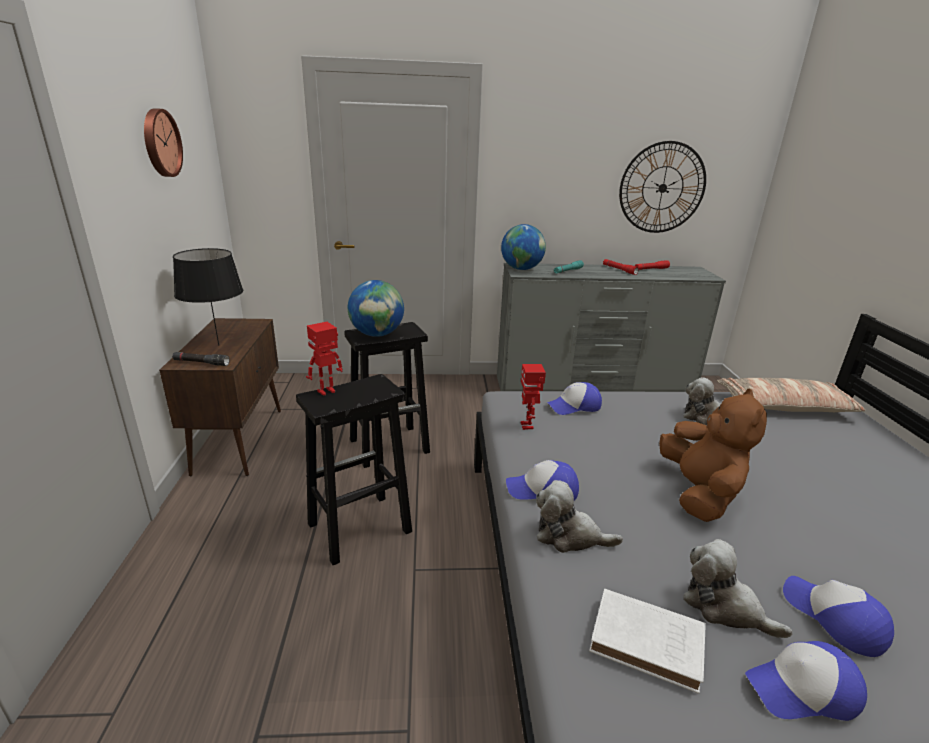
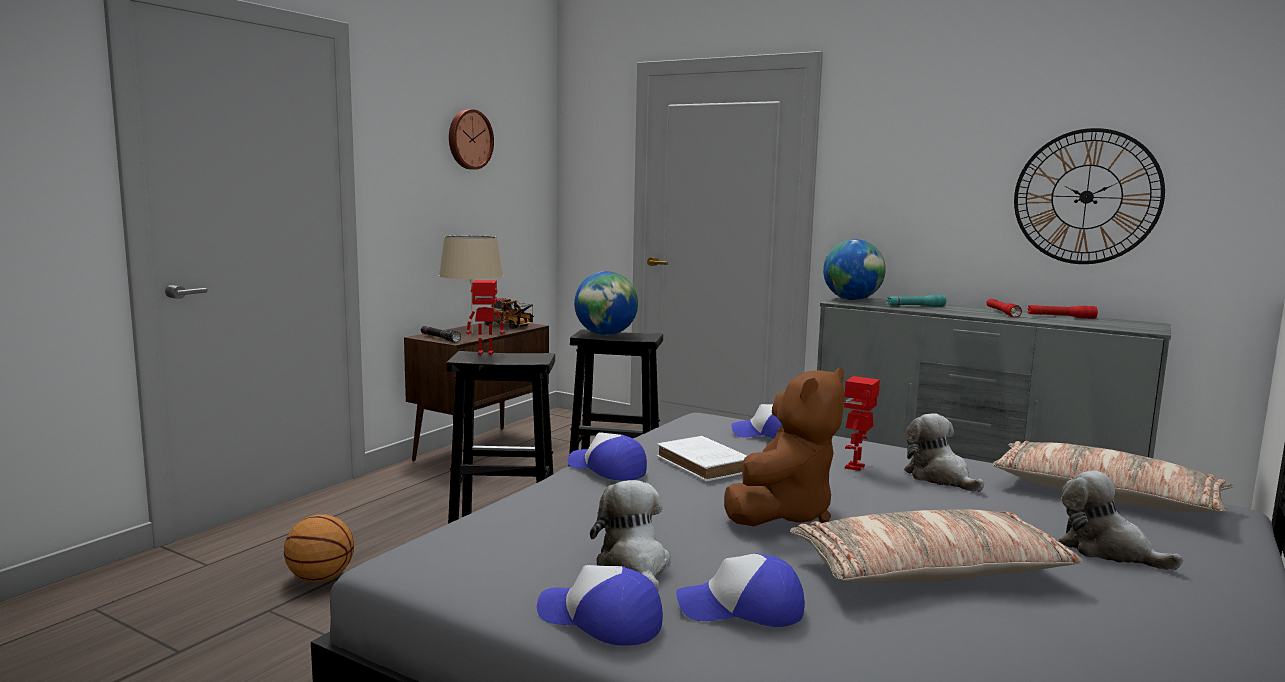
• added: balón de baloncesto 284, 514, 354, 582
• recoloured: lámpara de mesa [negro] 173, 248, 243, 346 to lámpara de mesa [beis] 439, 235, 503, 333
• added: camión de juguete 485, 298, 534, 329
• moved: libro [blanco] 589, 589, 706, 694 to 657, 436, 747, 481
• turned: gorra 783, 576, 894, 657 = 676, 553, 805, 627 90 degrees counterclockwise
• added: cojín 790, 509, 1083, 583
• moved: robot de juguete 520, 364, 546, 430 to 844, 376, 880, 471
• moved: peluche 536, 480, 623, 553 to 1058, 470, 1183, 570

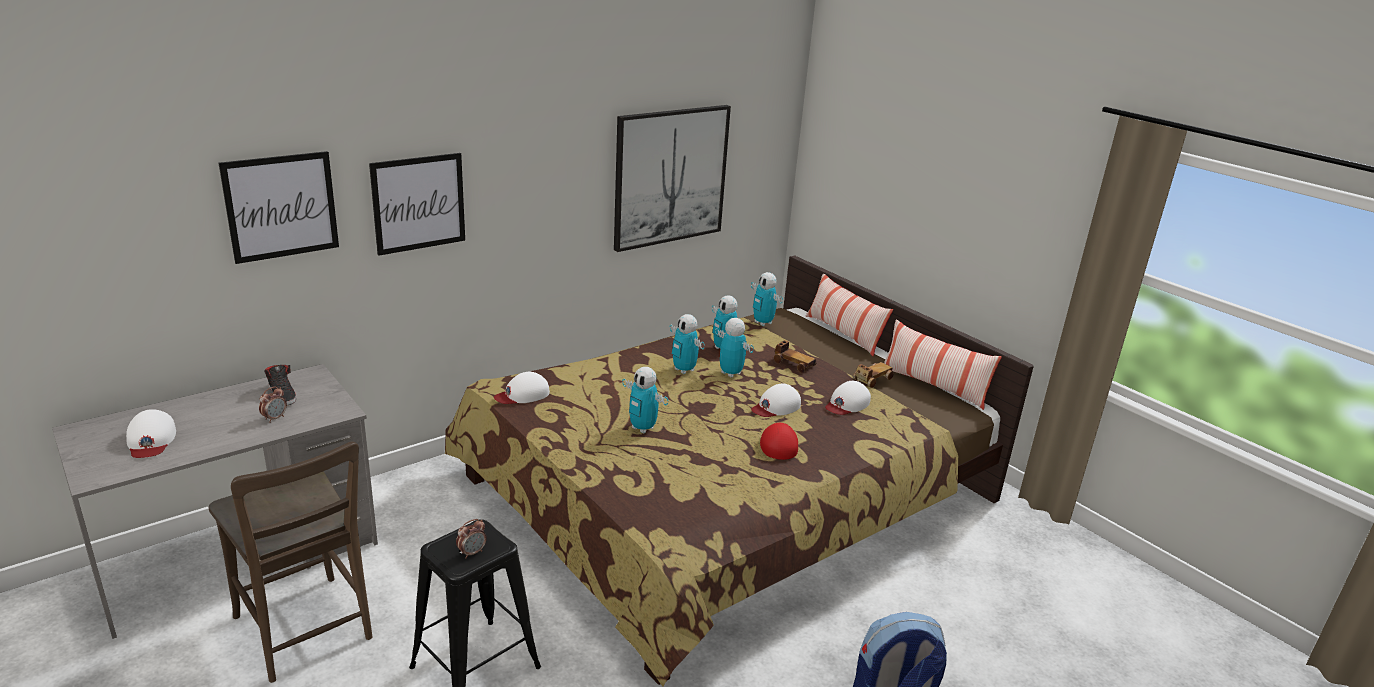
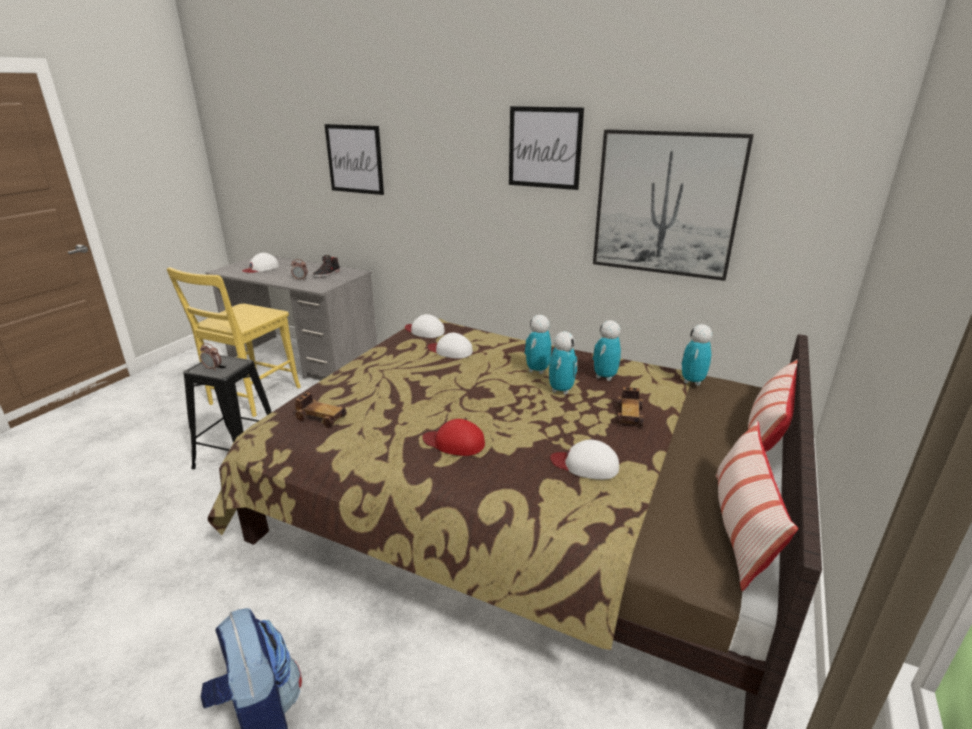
• recoloured: silla [marrón] 208, 442, 372, 683 to silla [amarillo] 167, 267, 301, 417
• moved: coche de juguete 853, 362, 894, 388 to 295, 392, 347, 428
• turned: gorra [rojo] 760, 423, 798, 460 = 423, 419, 485, 456 135 degrees counterclockwise
• moved: gorra [blanco] 751, 383, 801, 417 to 428, 333, 473, 359
• moved: cuadro 369, 153, 465, 256 to 509, 106, 584, 190
• removed: robot de juguete 622, 367, 668, 434

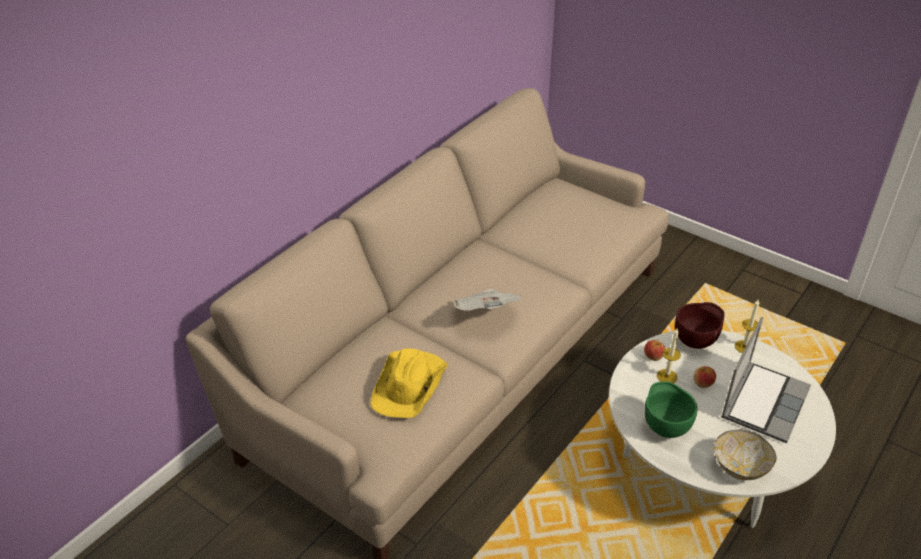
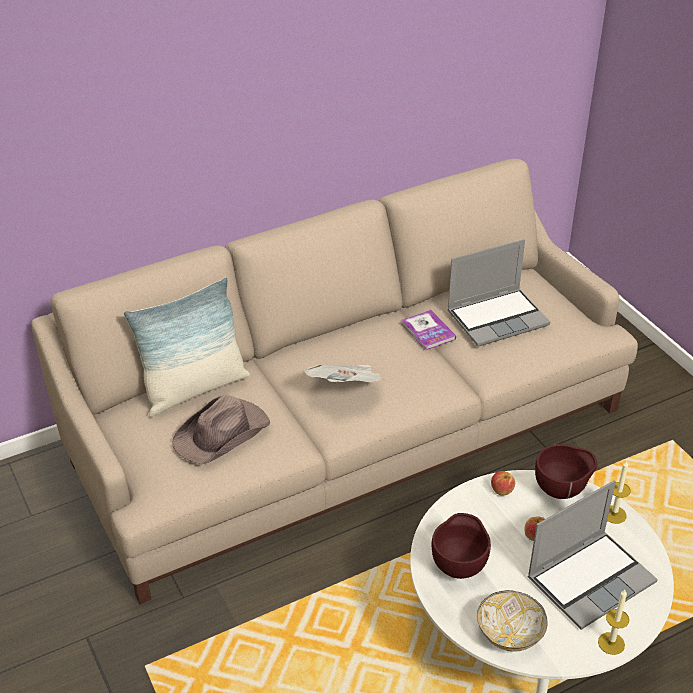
• added: cojín 124, 277, 250, 417
• recoloured: sombrero [amarillo] 370, 348, 448, 418 to sombrero [marrón] 173, 395, 270, 465
• added: libro 402, 310, 456, 350
• recoloured: cuenco [verde] 645, 381, 697, 438 to cuenco [marrón] 432, 513, 491, 579
• added: portátil 447, 239, 550, 346
• moved: vela 657, 329, 681, 383 to 598, 590, 629, 655

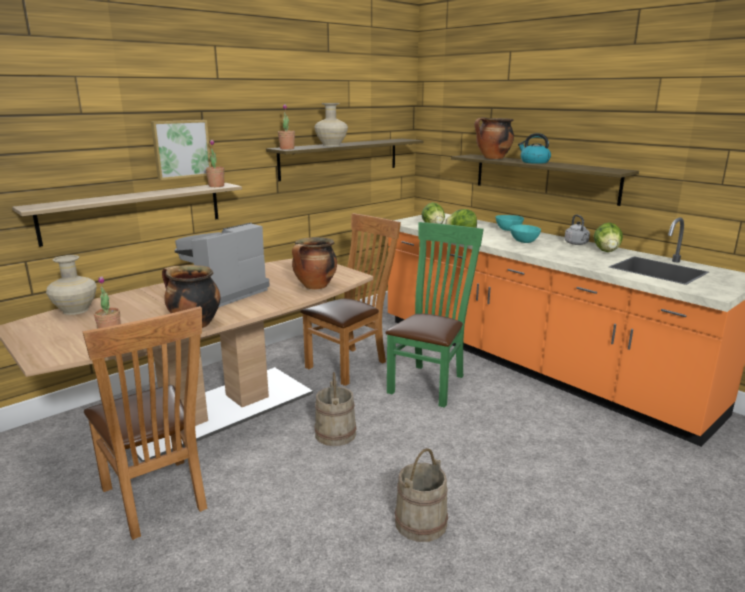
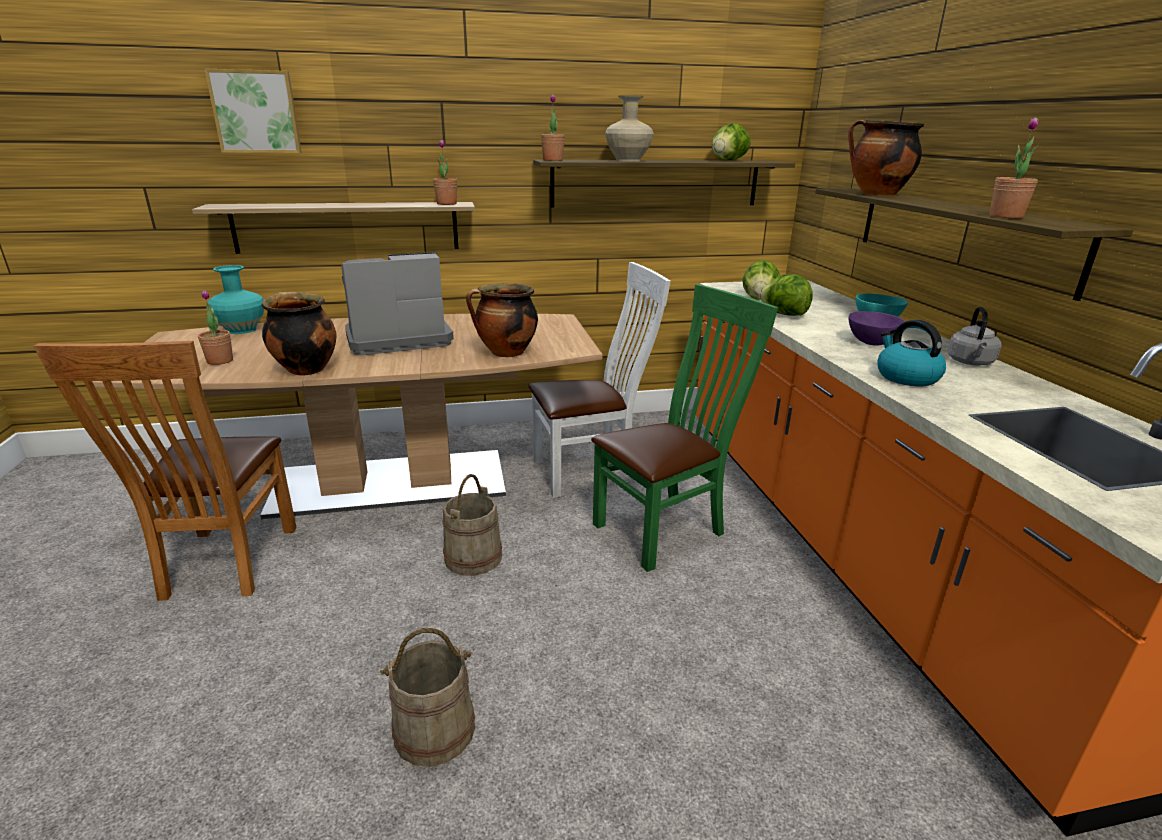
• moved: cuadro 151, 120, 211, 180 to 204, 69, 302, 153
• recoloured: florero [beis] 46, 255, 97, 315 to florero [turquesa] 207, 265, 264, 334
• recoloured: silla [marrón] 300, 213, 401, 386 to silla [blanco] 528, 262, 671, 498
• moved: lechuga 593, 222, 623, 252 to 712, 123, 751, 161
• recoloured: cuenco [turquesa] 510, 225, 541, 243 to cuenco [morado] 849, 311, 906, 346
• moved: hervidor 518, 133, 551, 164 to 877, 320, 946, 386
• added: planta en maceta 990, 118, 1038, 218

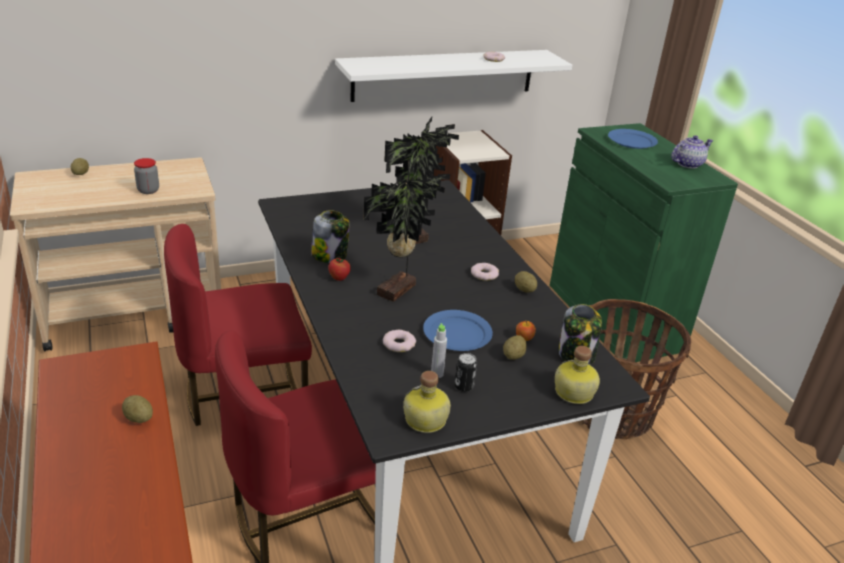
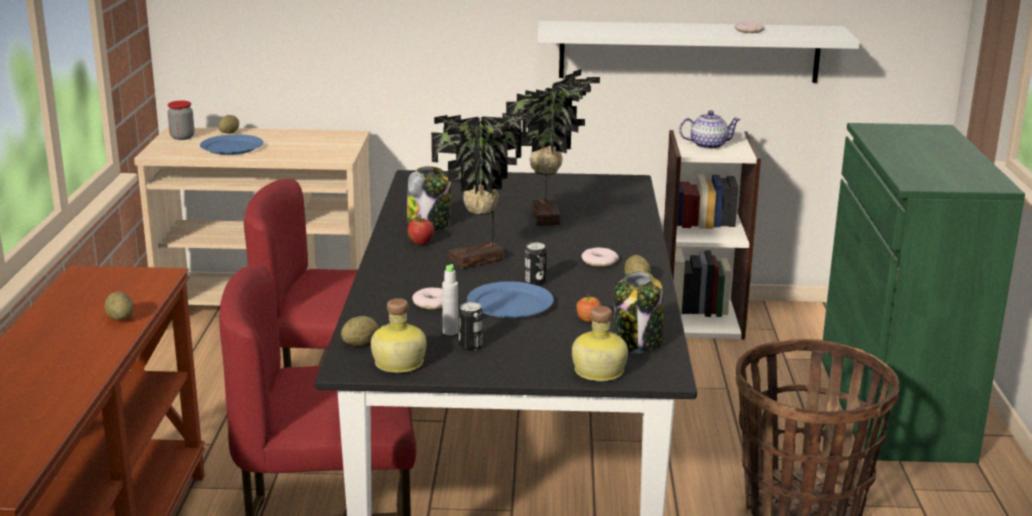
• moved: tarro 134, 158, 159, 194 to 167, 101, 194, 140
• moved: plato [azul] 608, 129, 658, 149 to 200, 134, 263, 155
• moved: patata 503, 335, 527, 360 to 341, 316, 379, 346
• added: lata 525, 242, 547, 285
• moved: tetera 671, 135, 713, 169 to 679, 110, 741, 149

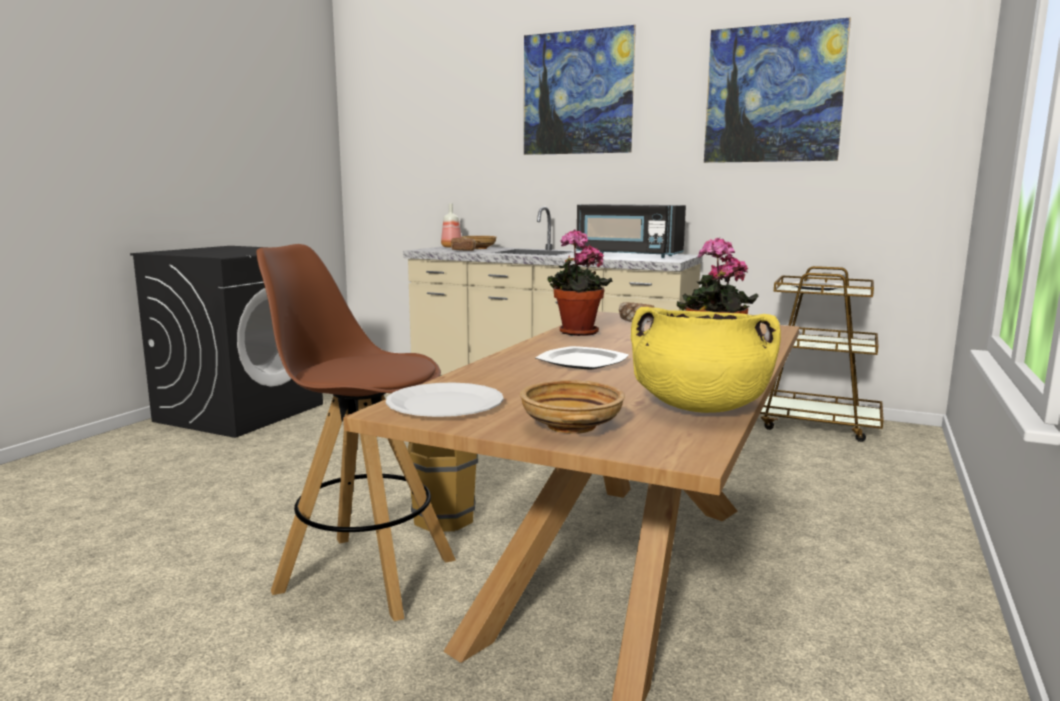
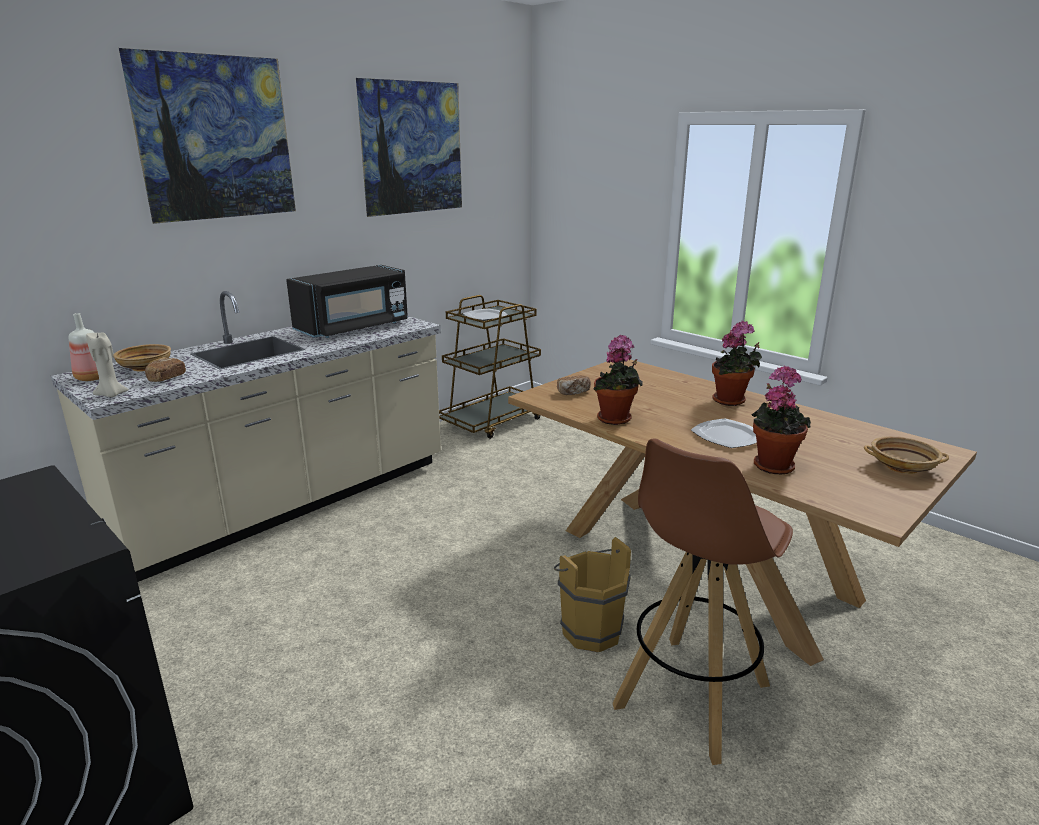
• added: vela [beis] 86, 333, 129, 397
• added: planta en maceta 751, 366, 811, 474
• removed: plato [blanco] 386, 382, 504, 417
• removed: olla [amarillo] 631, 307, 781, 413

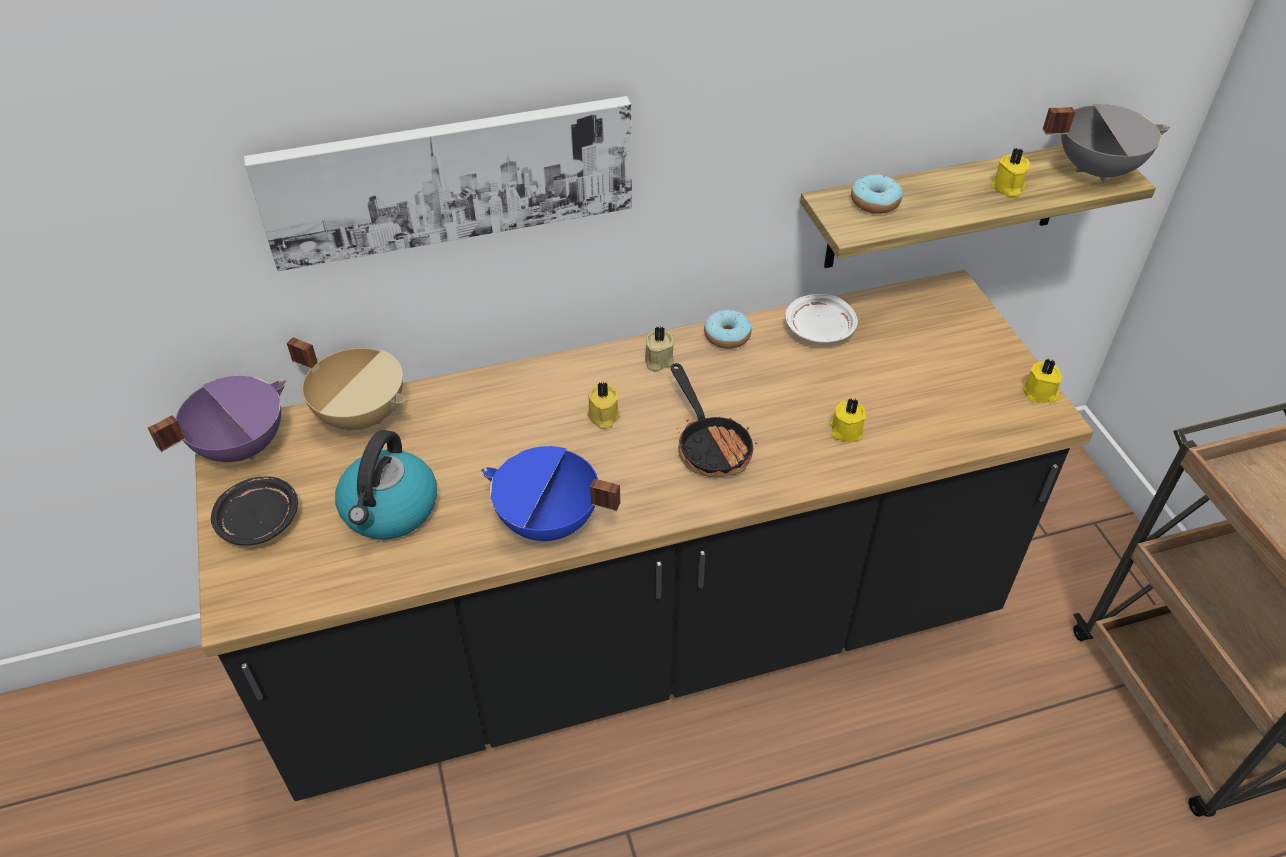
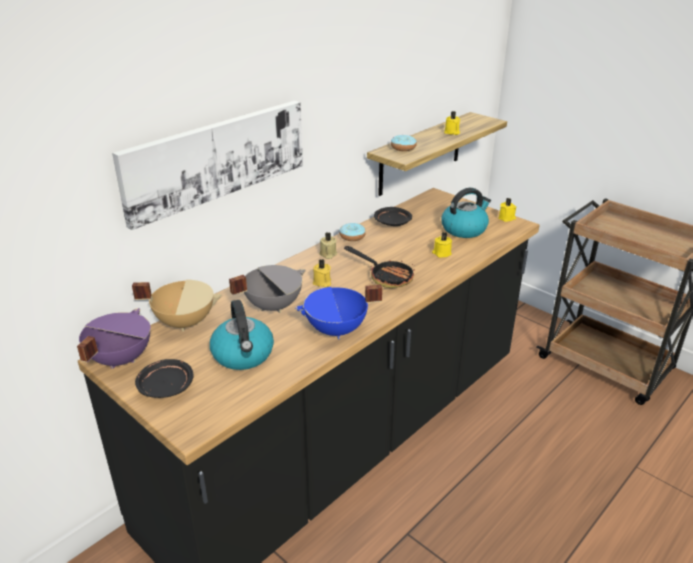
• moved: olla [gris] 1043, 104, 1170, 183 to 229, 265, 306, 313
• recoloured: plato [blanco] 785, 294, 858, 343 to plato [negro] 374, 207, 412, 226
• added: hervidor 442, 188, 491, 238

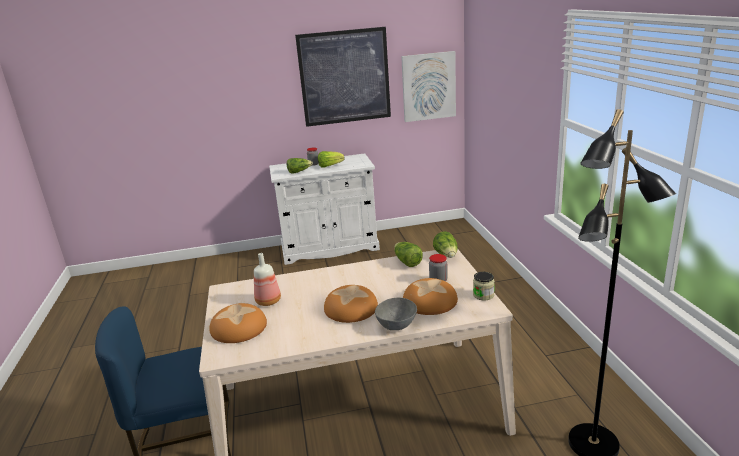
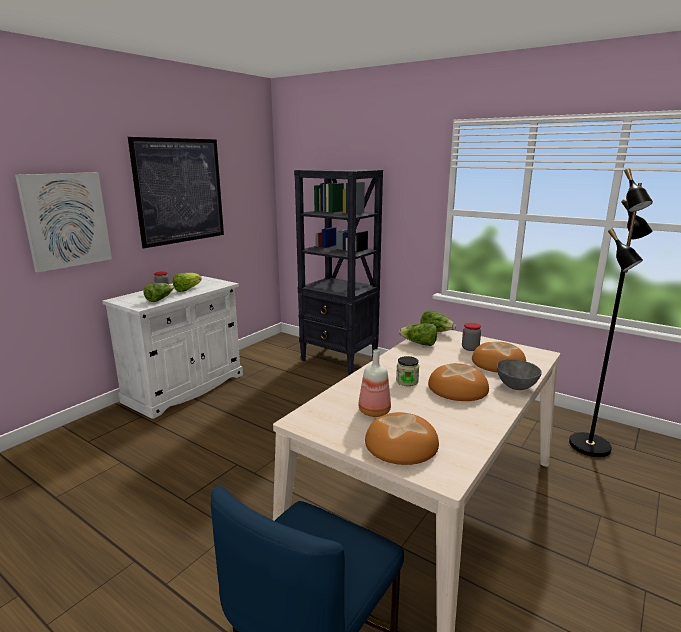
• moved: cuadro 401, 51, 456, 122 to 15, 172, 112, 273
• added: estantería [negro] 294, 169, 383, 375
• moved: tarro 473, 272, 495, 300 to 396, 356, 419, 386

